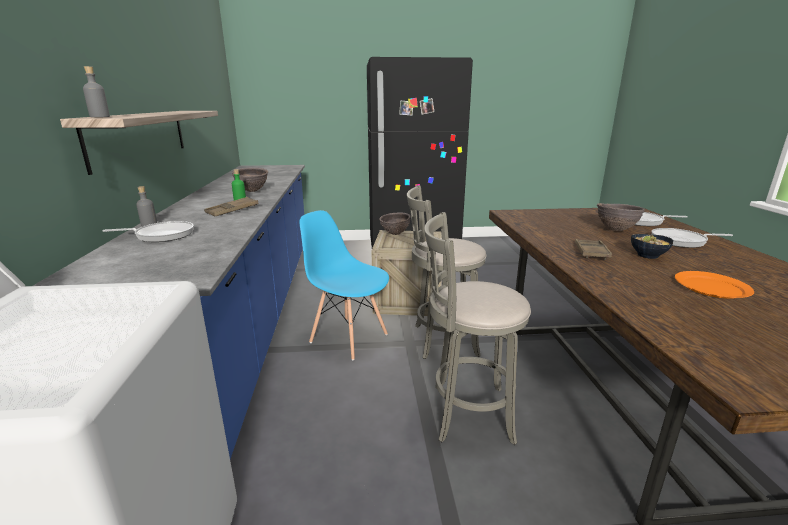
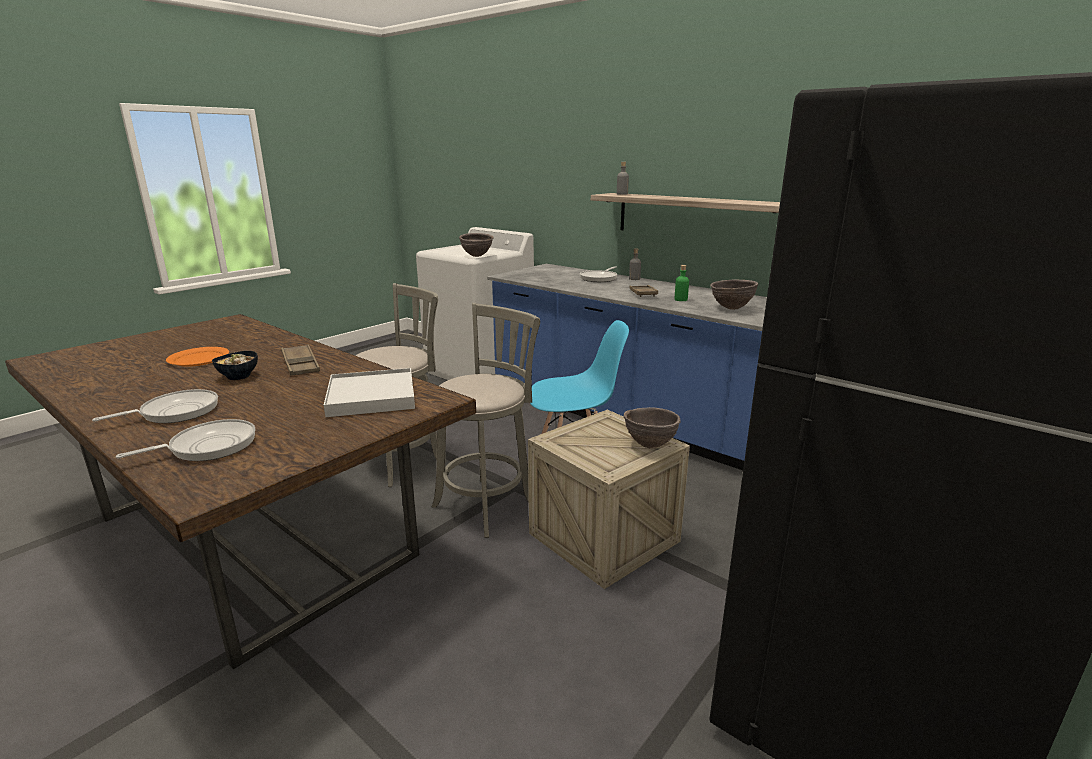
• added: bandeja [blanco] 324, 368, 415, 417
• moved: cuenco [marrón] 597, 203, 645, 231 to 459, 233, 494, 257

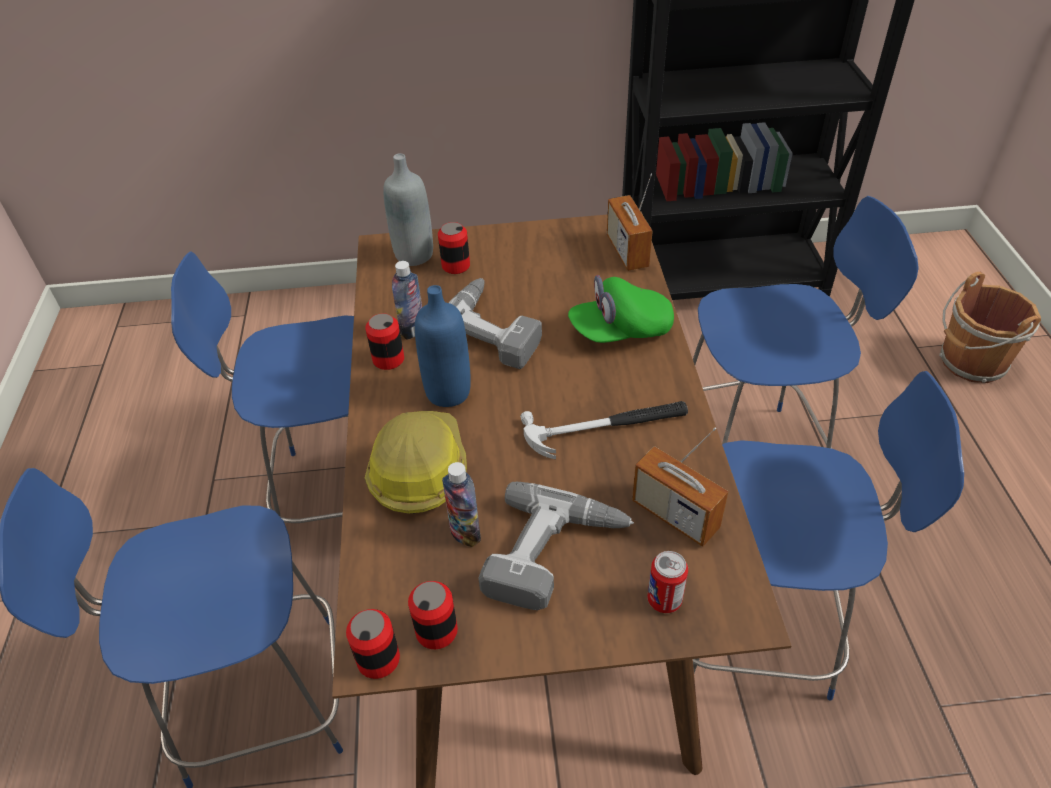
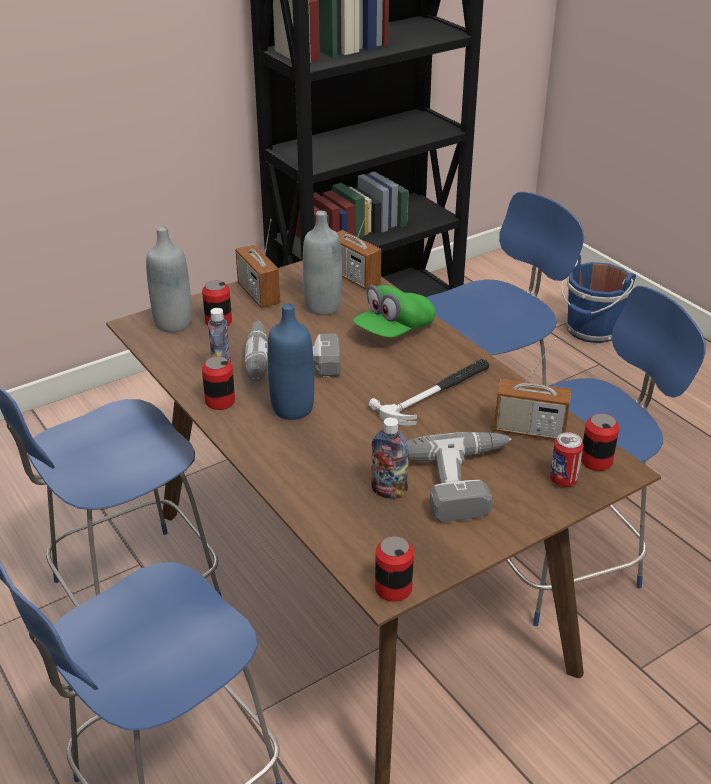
• added: radio 235, 219, 281, 308
• added: botella [gris] 303, 211, 342, 315
• recoloured: cubo [marrón] 939, 272, 1041, 383 to cubo [azul] 561, 255, 636, 343
• moved: lata 408, 581, 458, 649 to 581, 413, 619, 471
• removed: casco 365, 411, 467, 514

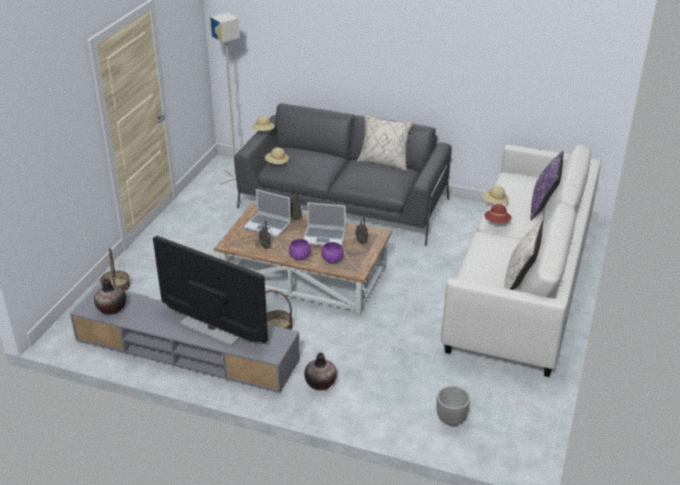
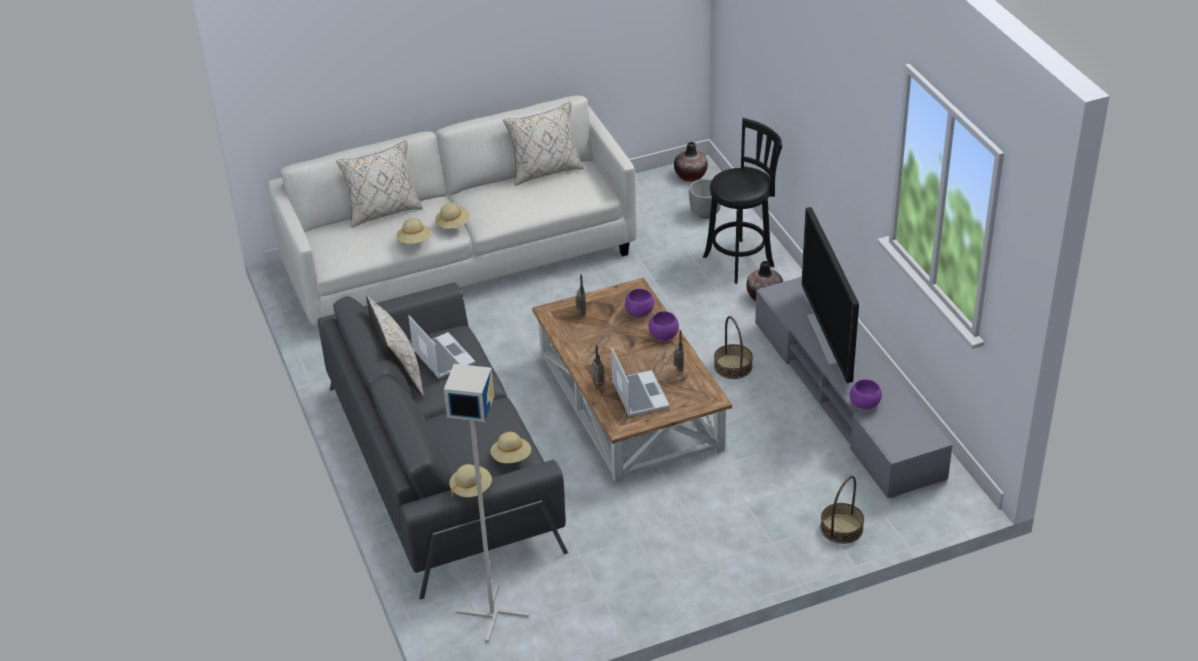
• recoloured: cojín [morado] 530, 151, 564, 220 to cojín [beis] 336, 140, 423, 228
• moved: portátil 304, 202, 346, 246 to 408, 315, 476, 378
• recoloured: sombrero [rojo] 484, 204, 511, 223 to sombrero [beis] 435, 203, 470, 229
• moved: florero 94, 278, 126, 315 to 674, 142, 708, 182
• added: taburete [negro] 703, 118, 782, 284
• added: cuenco [morado] 850, 379, 882, 409

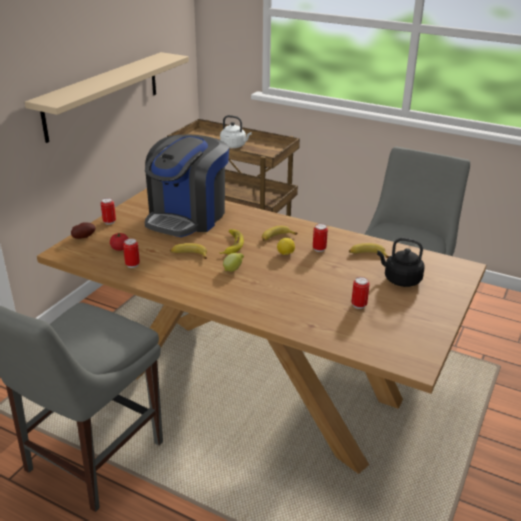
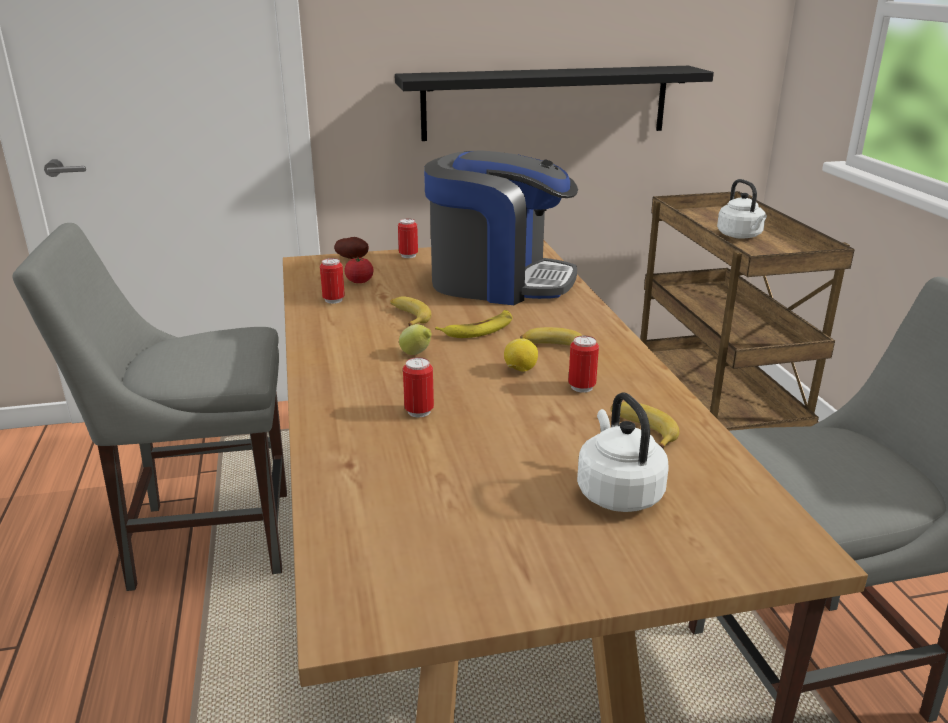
• recoloured: estante [beis] 25, 52, 189, 143 to estante [negro] 395, 66, 714, 141
• moved: lata 351, 277, 369, 309 to 403, 357, 434, 418
• turned: cafetera 145, 134, 229, 237 = 424, 150, 578, 305 150 degrees counterclockwise
• recoloured: hervidor [negro] 377, 238, 425, 287 to hervidor [blanco] 577, 392, 669, 512

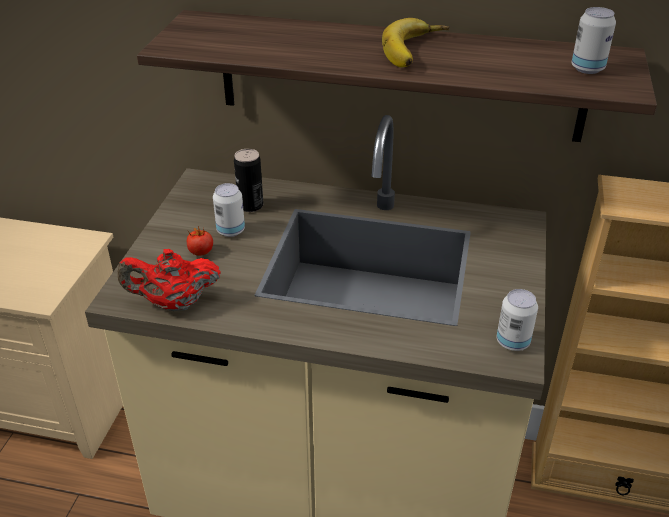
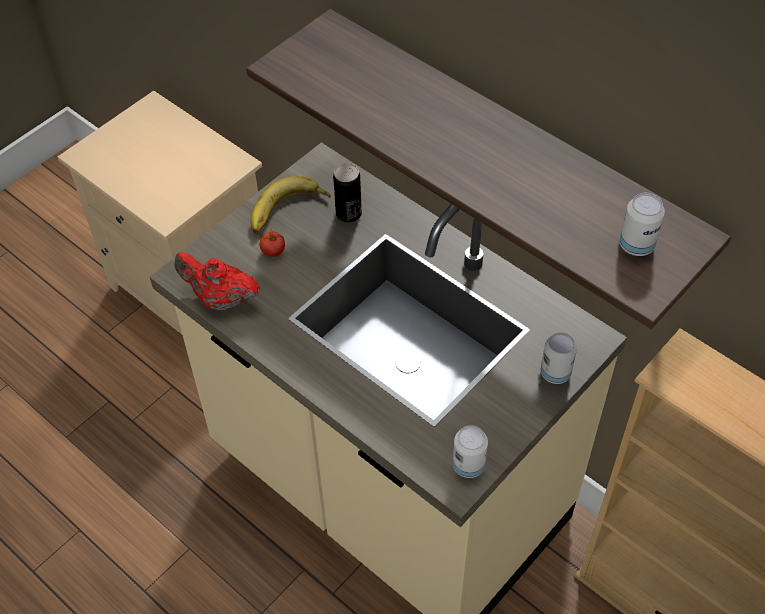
• moved: plátano 382, 18, 450, 68 to 250, 176, 331, 233
• moved: lata 213, 183, 245, 237 to 541, 332, 577, 384

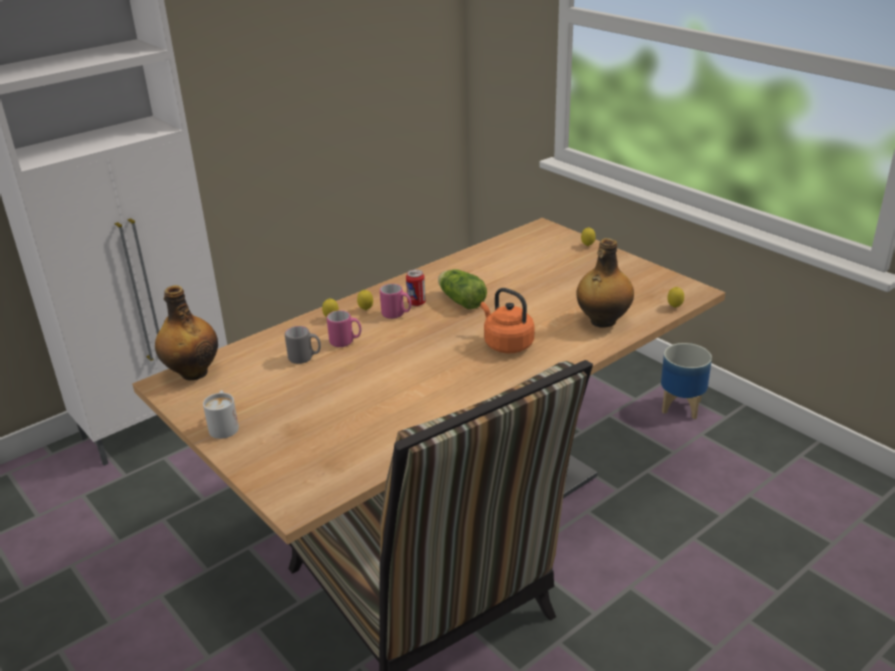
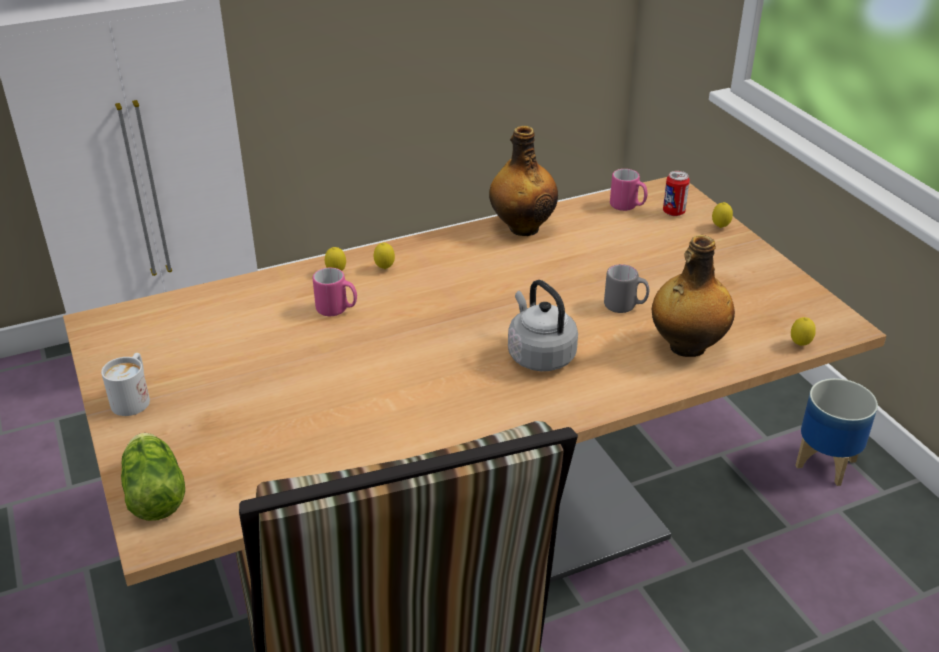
• moved: lechuga 438, 269, 487, 309 to 121, 433, 185, 521
• moved: botella 155, 285, 218, 380 to 489, 126, 558, 236
• recoloured: hervidor [naranja] 480, 288, 535, 353 to hervidor [gris] 508, 280, 578, 371
• moved: taza grande [gris] 285, 326, 321, 364 to 604, 264, 649, 313
• moved: taza grande [rosa] 380, 284, 412, 319 to 610, 169, 647, 211
• moved: lata 406, 269, 426, 306 to 663, 171, 690, 216

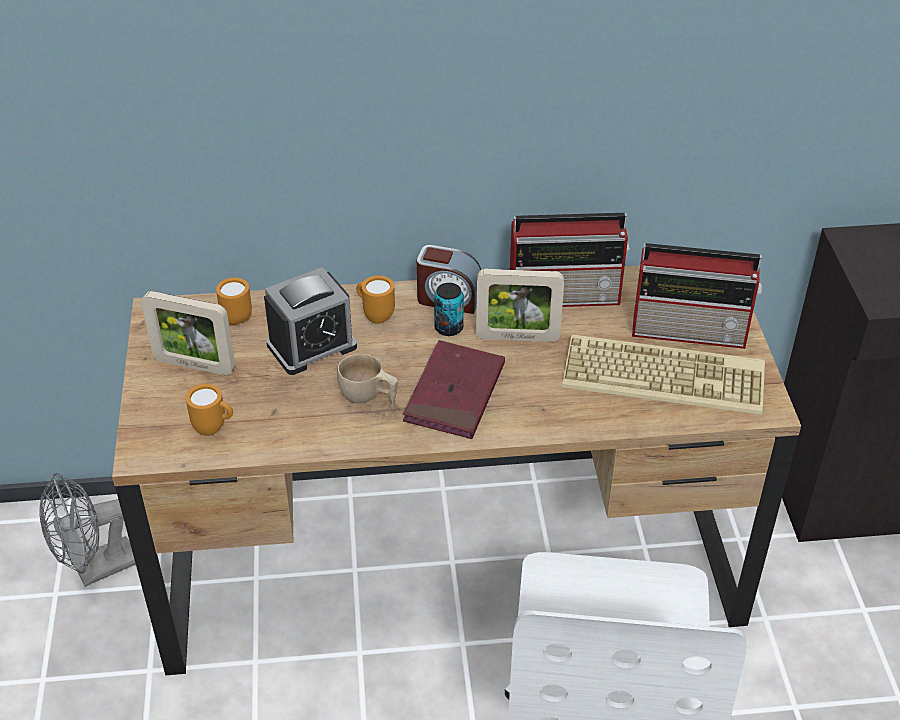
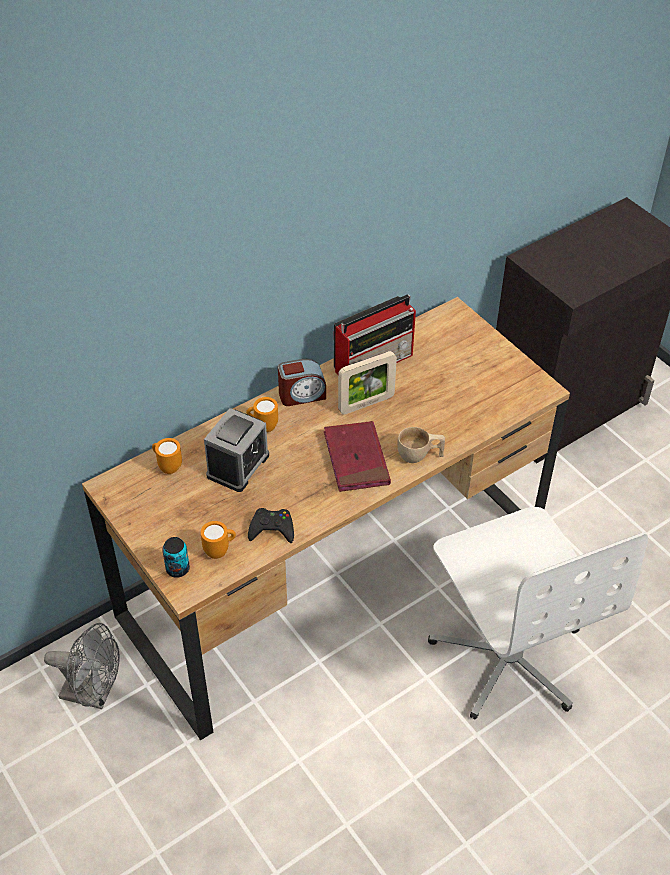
• turned: ventilador [gris] 39, 473, 136, 587 = 44, 623, 120, 709 105 degrees counterclockwise
• moved: lata 434, 283, 464, 336 to 162, 537, 190, 578
• added: mando de consola [negro] 248, 508, 294, 543
• moved: taza [beis] 337, 354, 398, 410 to 397, 427, 445, 463
• removed: portarretratos 141, 291, 235, 375
• removed: teclado 562, 334, 765, 415
• removed: radio 632, 243, 762, 349

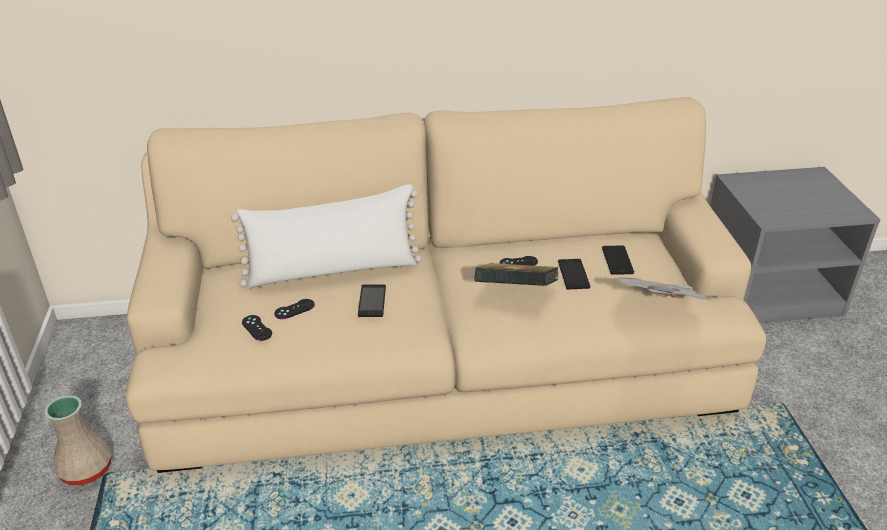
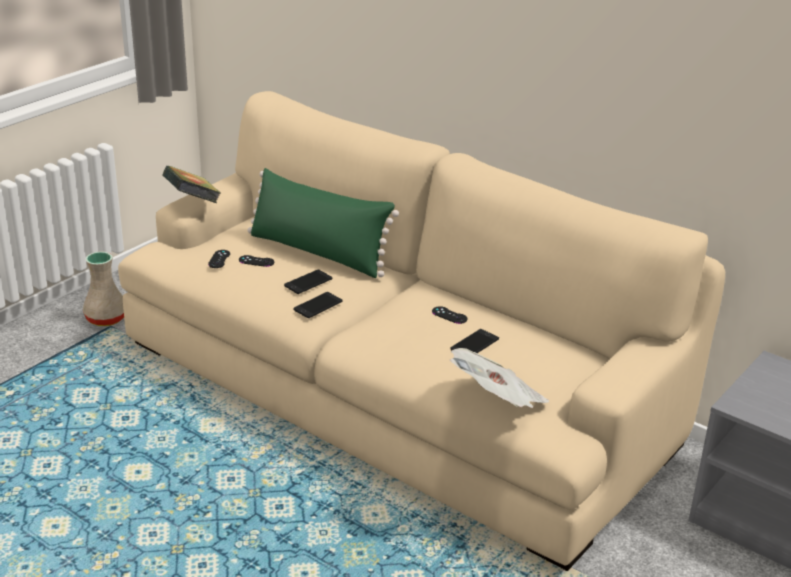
• moved: libro 475, 263, 558, 286 to 163, 166, 221, 203
• recoloured: cojín [blanco] 231, 184, 422, 288 to cojín [verde] 247, 168, 399, 278
• moved: móvil 602, 246, 634, 275 to 293, 292, 343, 318

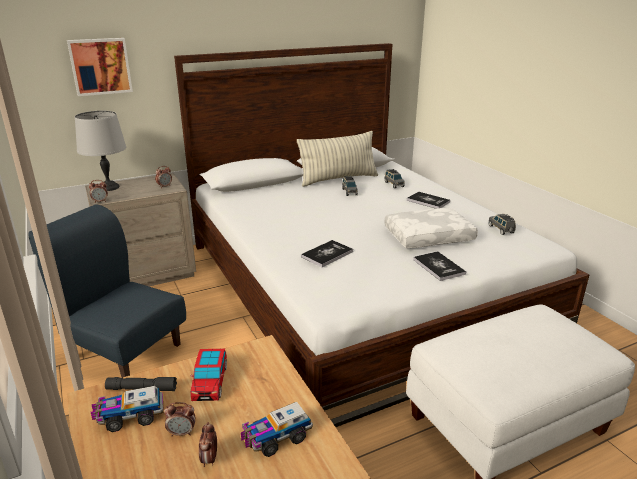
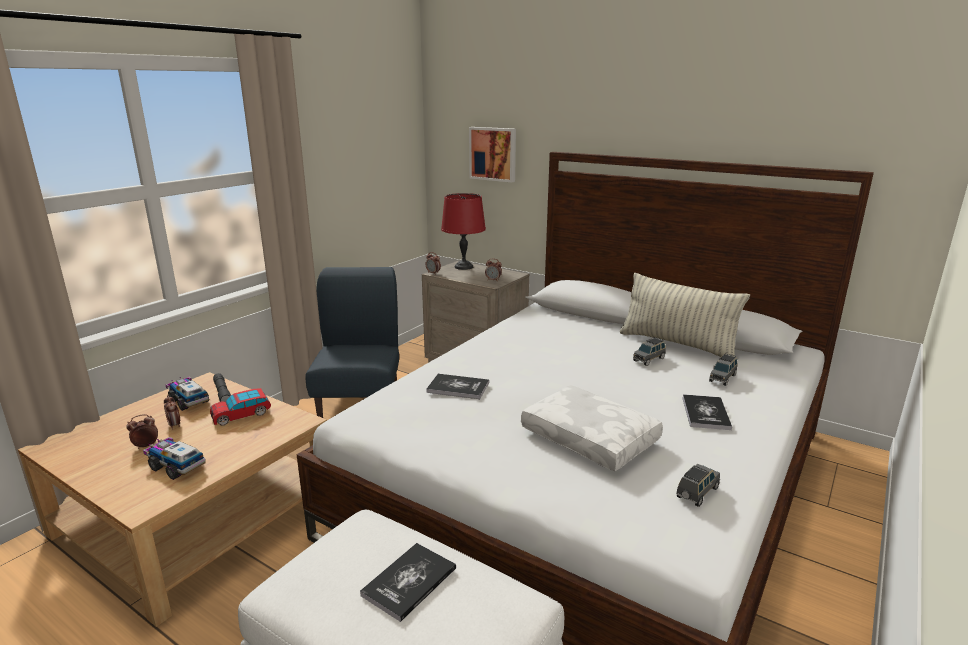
• moved: libro 413, 251, 466, 281 to 360, 543, 456, 622
• recoloured: lámpara de mesa [gris] 75, 111, 126, 191 to lámpara de mesa [rojo] 441, 193, 486, 270

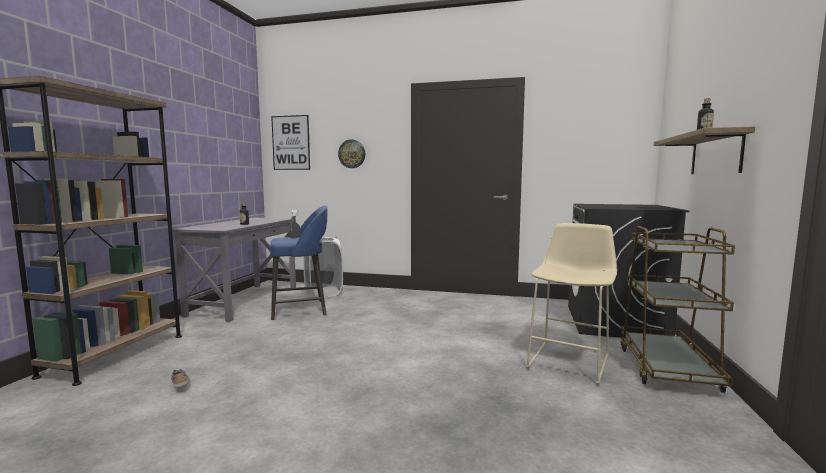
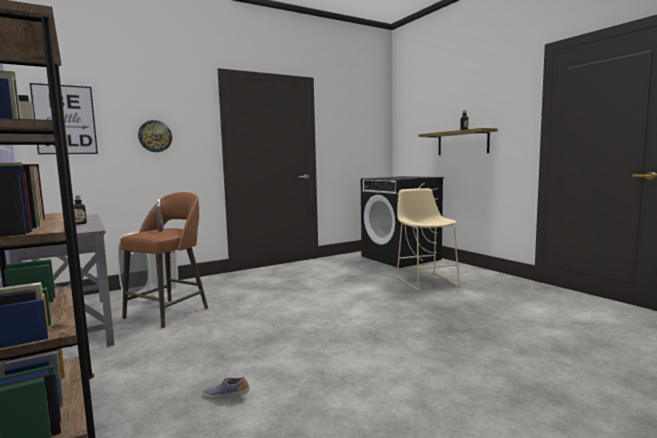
• recoloured: taburete [azul] 270, 205, 328, 320 to taburete [marrón] 121, 192, 208, 328
• removed: carrito [marrón] 620, 226, 735, 393

